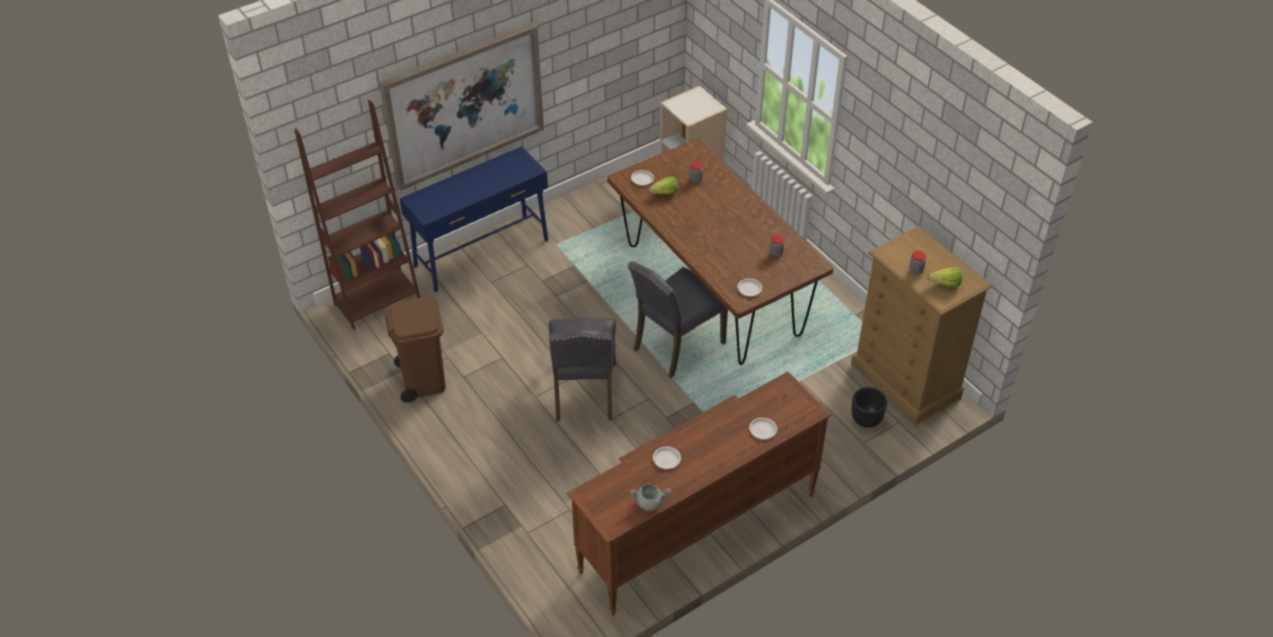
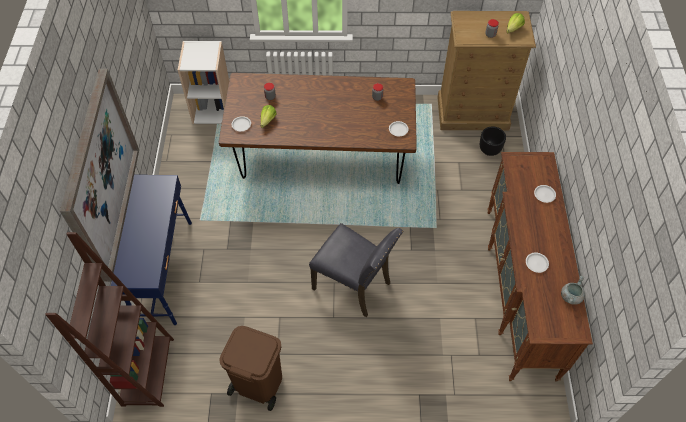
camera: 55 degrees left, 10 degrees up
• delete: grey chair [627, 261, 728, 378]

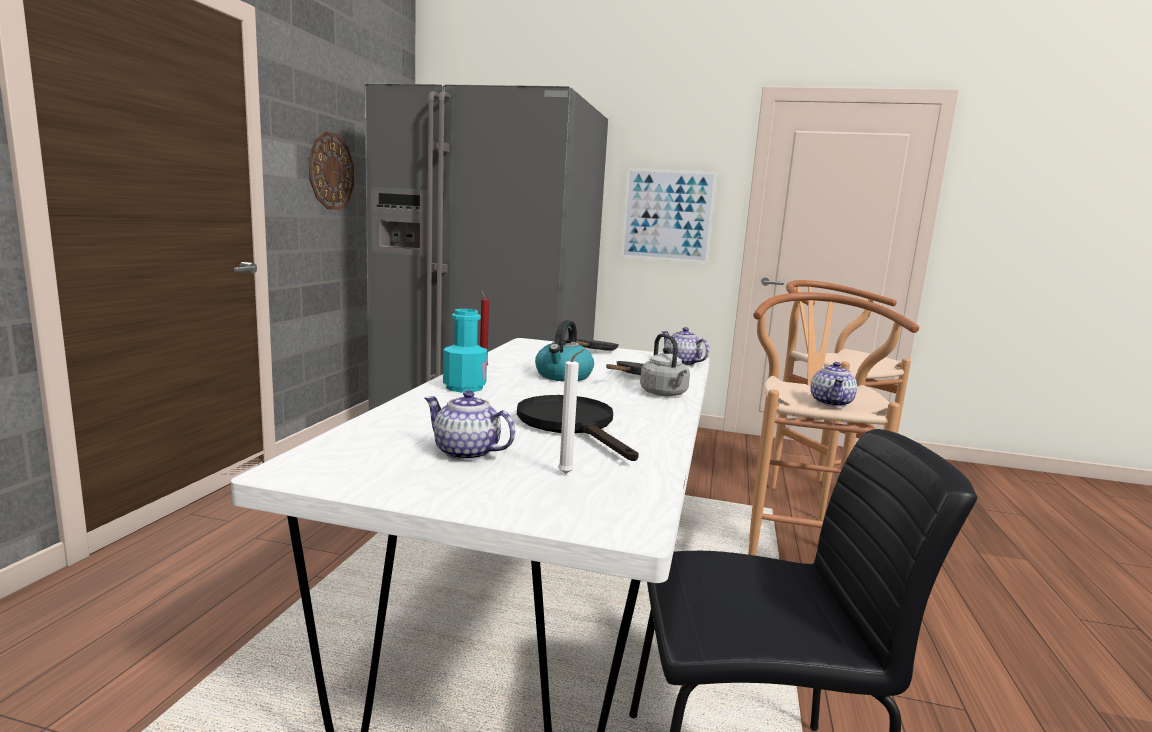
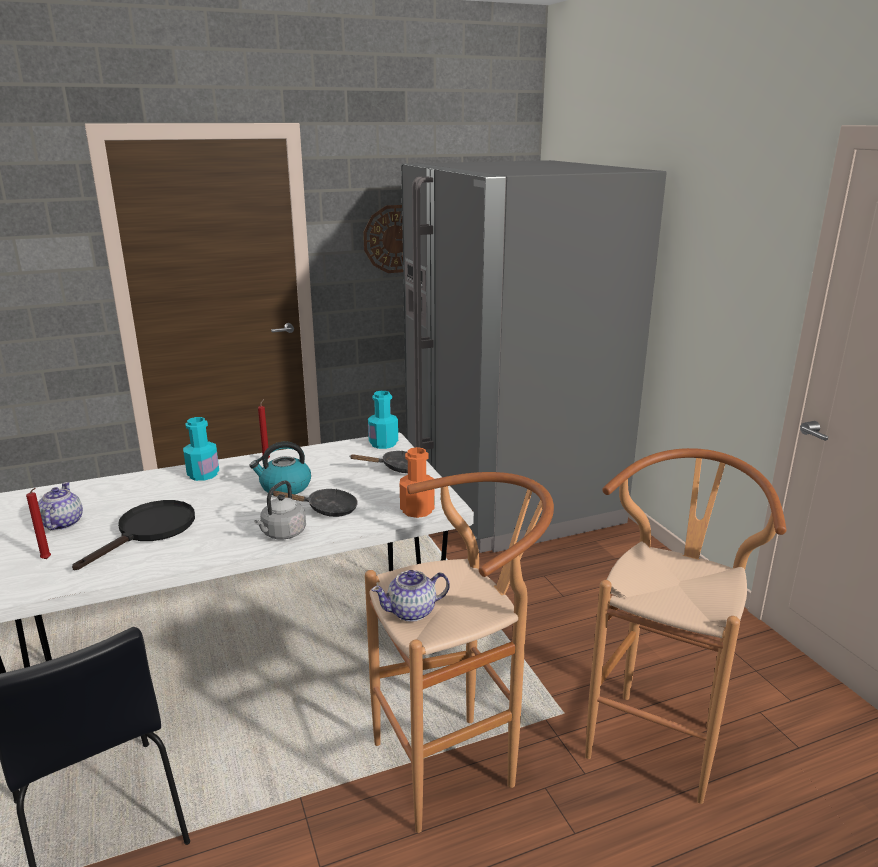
camera: 55 degrees right, 10 degrees up
• delete: wall picture [621, 168, 717, 264]
• insert: turquoise-coloured drink bottle [368, 391, 398, 449]
• replace: tea pot [661, 327, 709, 366] to orangey drink bottle [400, 447, 435, 518]
• recolor: whitish wax candle [558, 349, 585, 474] to reddish wax candle [26, 488, 51, 559]

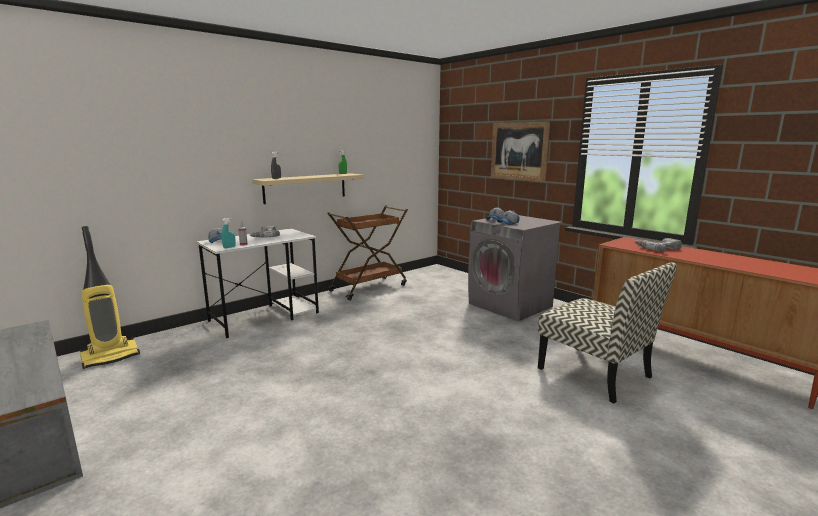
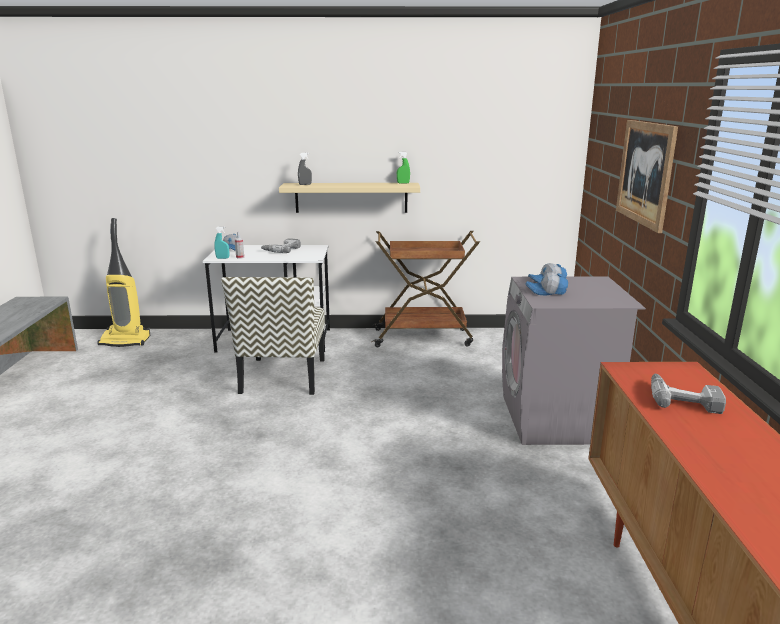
camera: 40 degrees right, 5 degrees up
• move: chair [538, 262, 676, 403] to [221, 277, 325, 395]

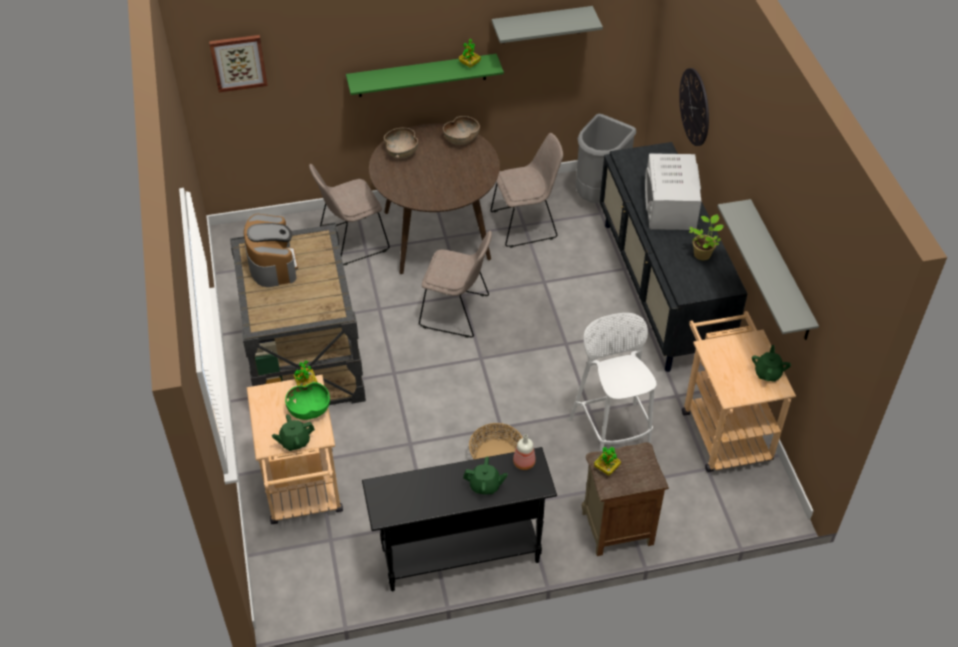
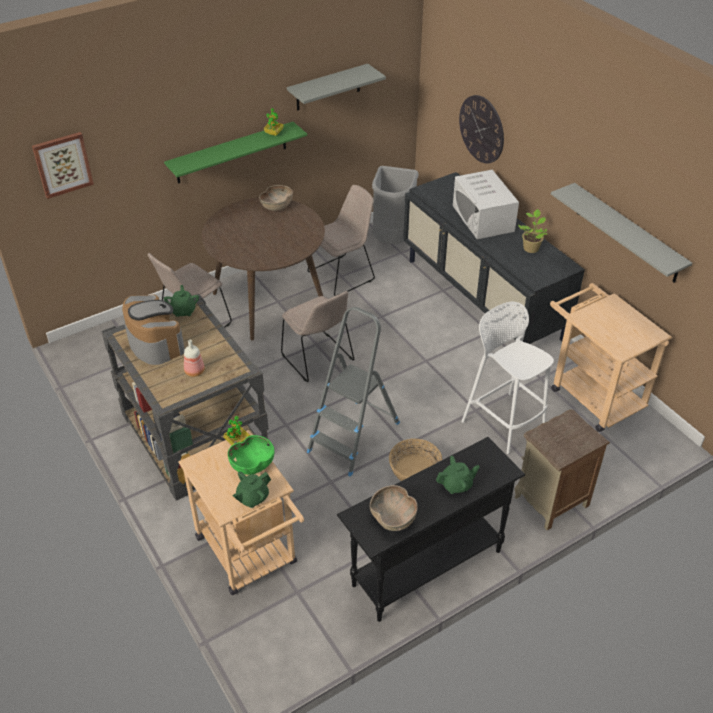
camera: 20 degrees left, 5 degrees down
• delete: plant in a pot [594, 447, 621, 476]
• insert: grey stepladder [307, 307, 400, 476]
• move: brownish serving bowl [384, 128, 418, 159] to [370, 485, 418, 531]
• move: drink bottle [513, 434, 536, 470] to [184, 339, 205, 377]
• move: greenish tea pot [752, 345, 791, 382] to [164, 285, 199, 317]
• rotate: sand-coloured chair [419, 231, 492, 338] = [281, 291, 354, 382] 60 degrees clockwise

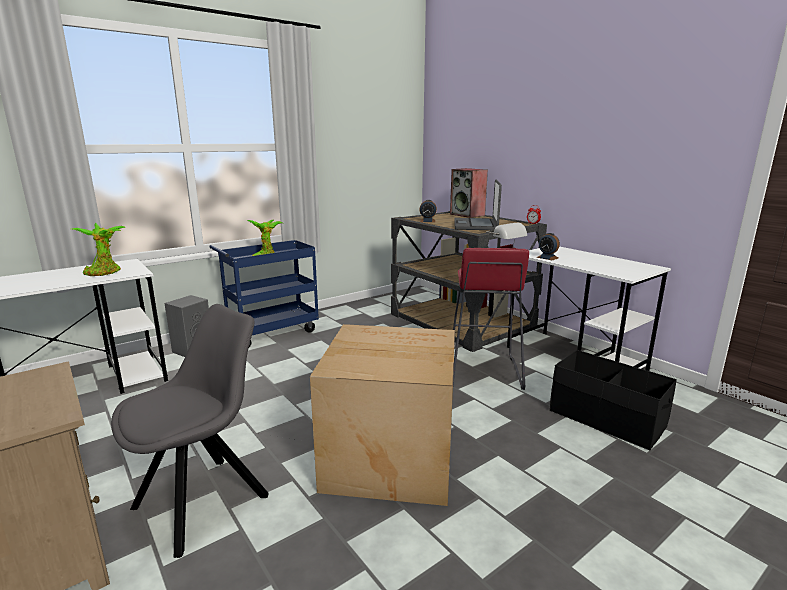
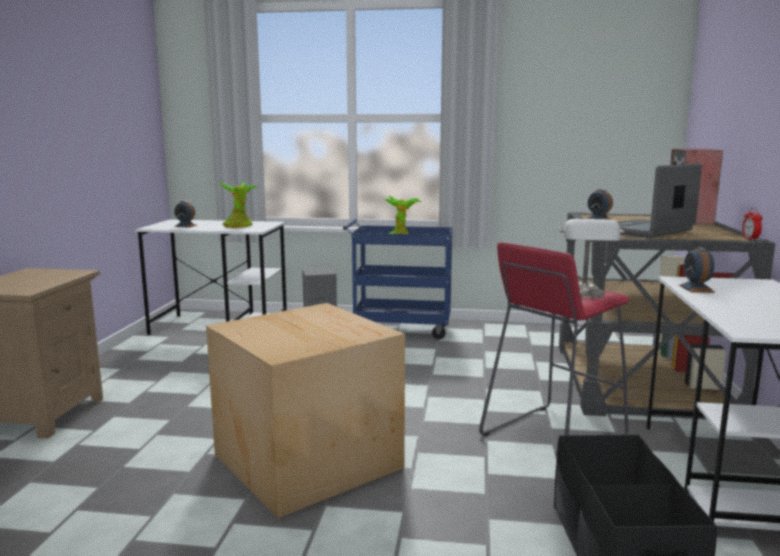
camera: 45 degrees right, 5 degrees down
• delete: grey chair [111, 304, 269, 558]
• insert: table clock [174, 201, 198, 228]

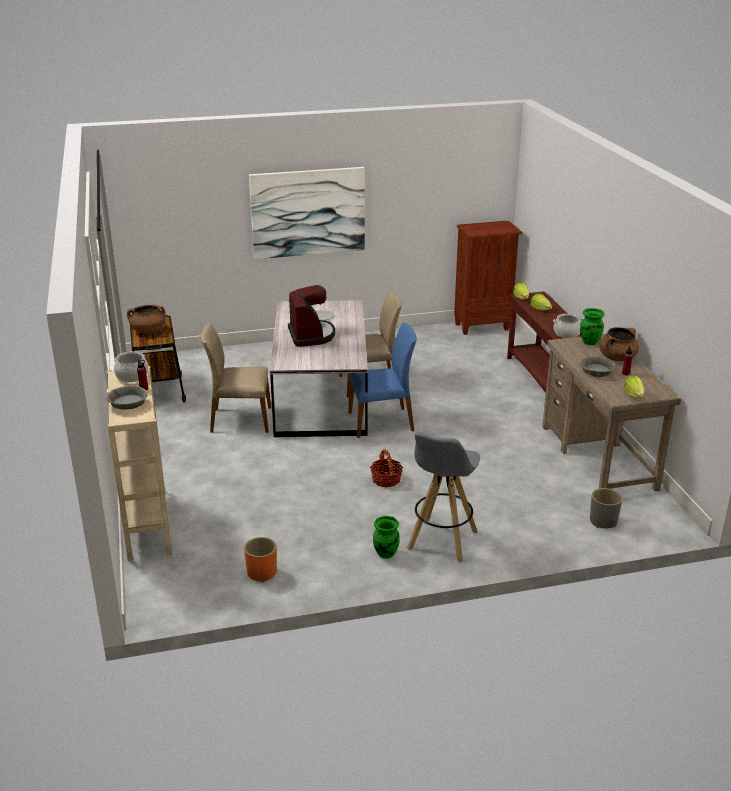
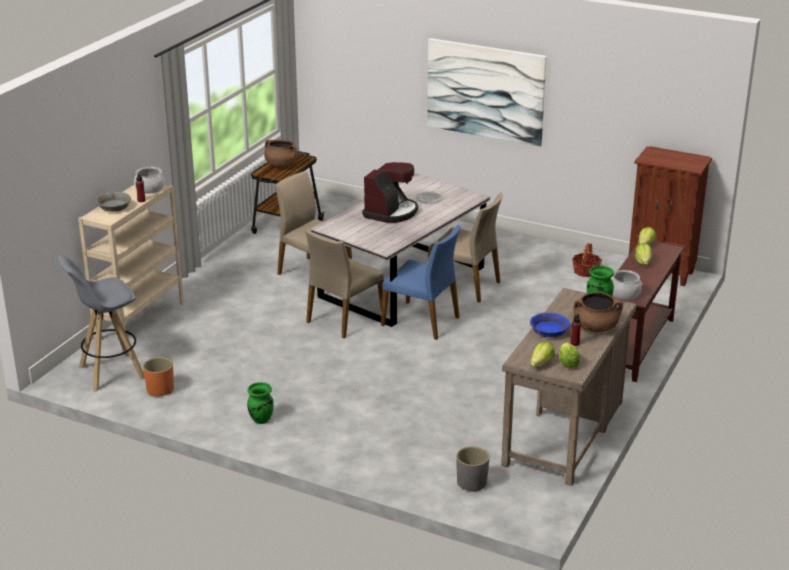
camera: 40 degrees right, 0 degrees up
• insert: sand-coloured chair [305, 228, 384, 339]
• insert: head of lettuce [559, 342, 580, 368]
• move: storage basket [370, 449, 403, 487] to [572, 243, 602, 277]
• move: grey stool seat [407, 432, 480, 563] to [58, 255, 145, 392]
• recolor: grey serving bowl [580, 356, 616, 377] to bluish serving bowl [530, 312, 570, 337]

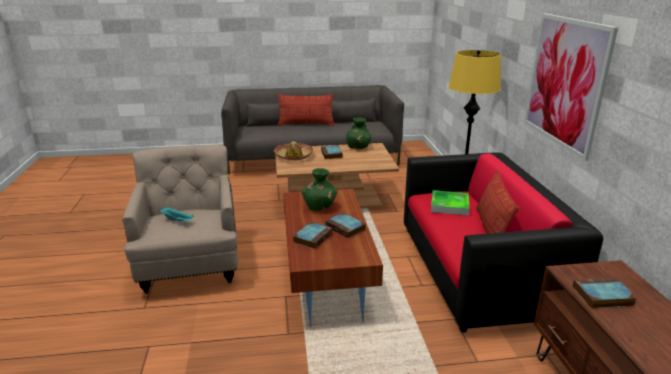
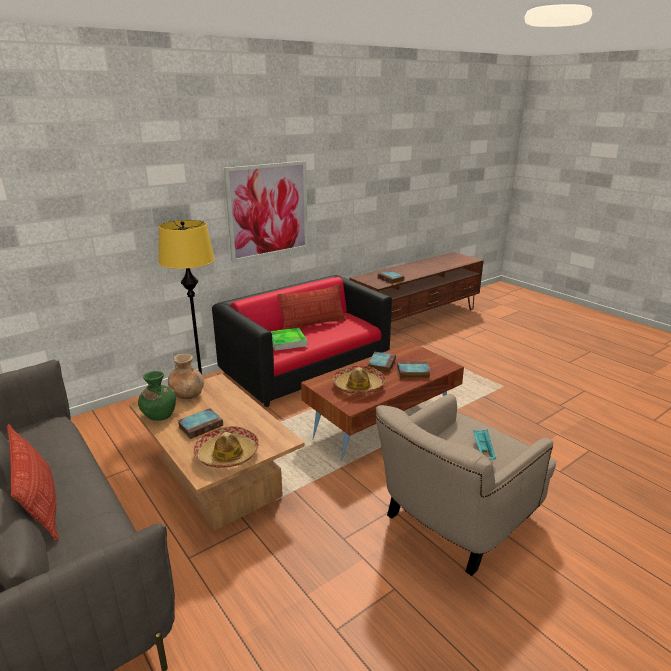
camera: 120 degrees left, 0 degrees up
• insert: brownish vase [168, 354, 204, 399]
• replace: greenish vase [302, 168, 337, 211] to clothing hat [333, 366, 385, 394]

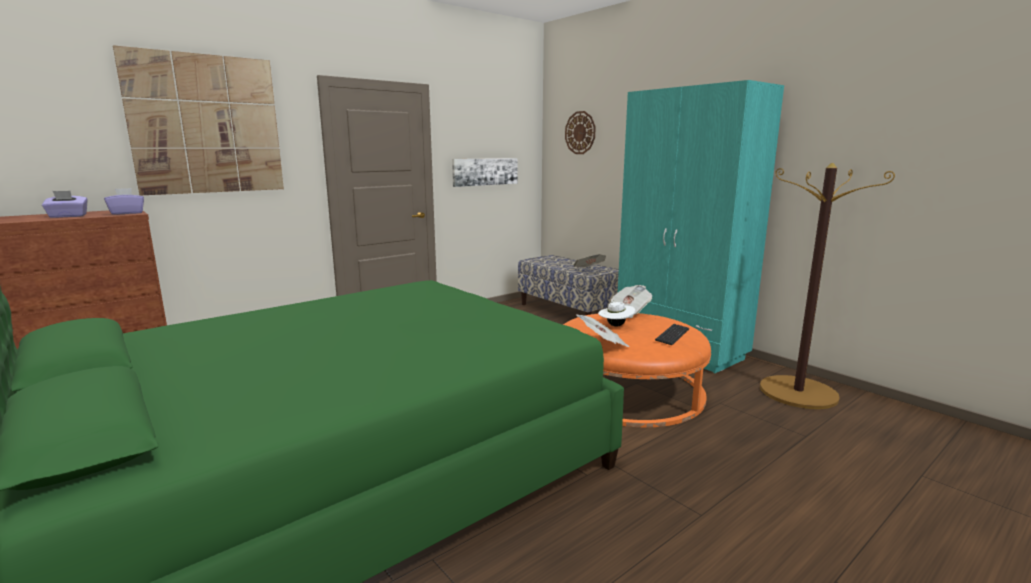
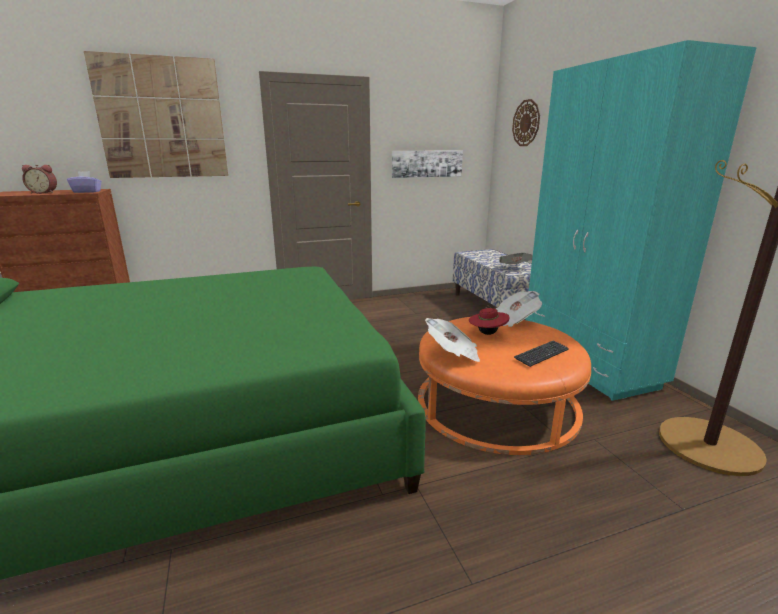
camera: 20 degrees right, 5 degrees up
• replace: purple tissue box [42, 191, 88, 218] to table clock [22, 165, 57, 194]
• recolor: whitish clothing hat [598, 300, 635, 327] to reddish clothing hat [469, 305, 509, 335]

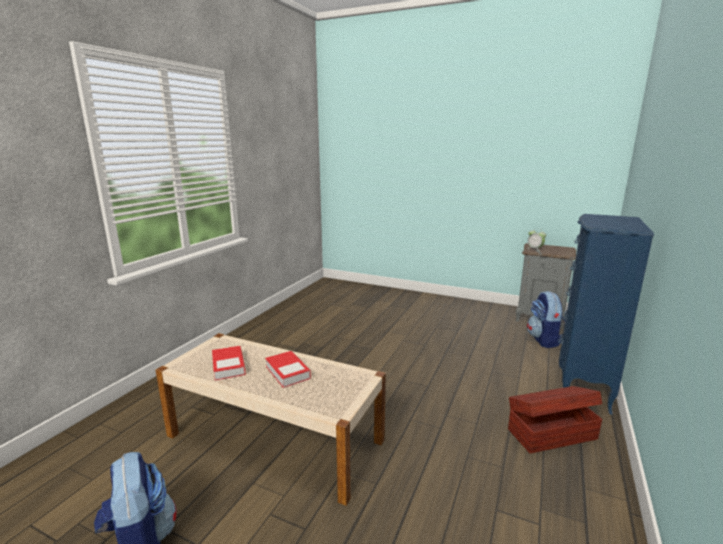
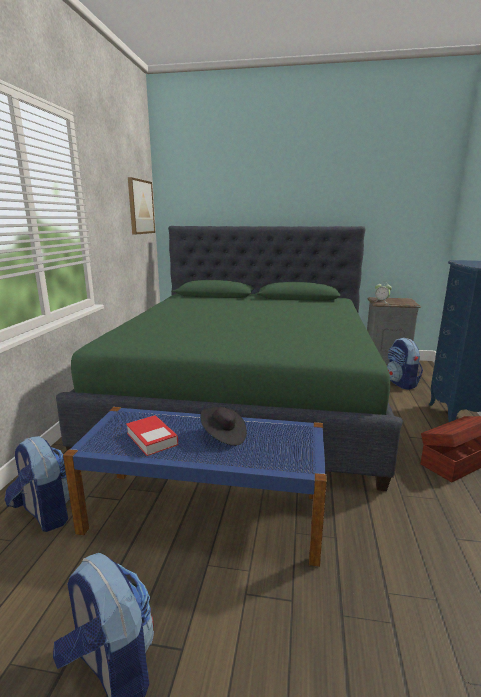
camera: 15 degrees left, 0 degrees up
• insert: backpack [5, 436, 70, 532]
• insert: greenish bedroom bed [56, 226, 403, 491]
• insert: wall picture [128, 177, 155, 235]
• replace: volume [265, 351, 311, 388] to black clothing hat [200, 407, 247, 446]
• recolor: sand-coloured indoor bench [156, 333, 386, 506] to bluish indoor bench [63, 407, 327, 567]

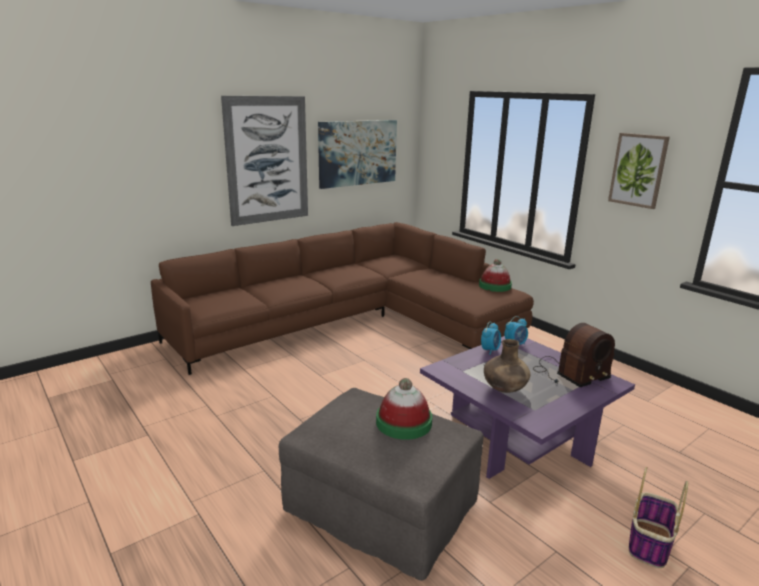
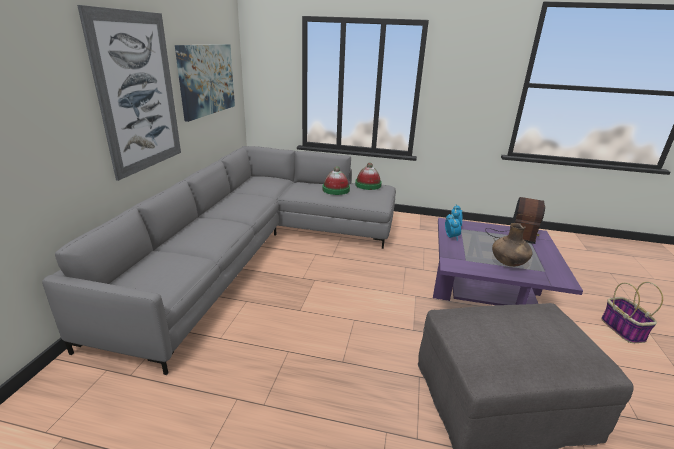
camera: 40 degrees left, 5 degrees up
• delete: wall picture [608, 133, 670, 209]
• move: clothing hat [376, 378, 432, 440] to [322, 166, 350, 195]
• recolor: brownish sofa [151, 222, 534, 375] to grey sofa [42, 146, 396, 375]

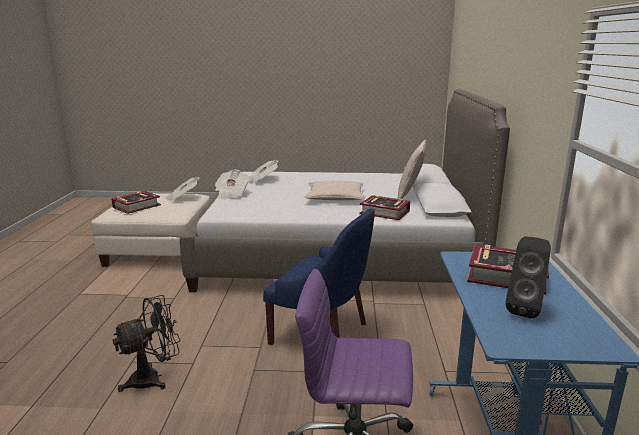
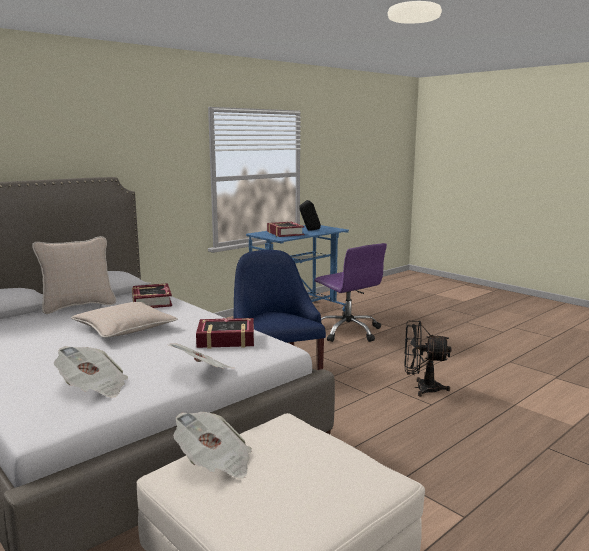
camera: 135 degrees left, 5 degrees down
• move: volume [112, 191, 161, 214] to [196, 318, 254, 348]

